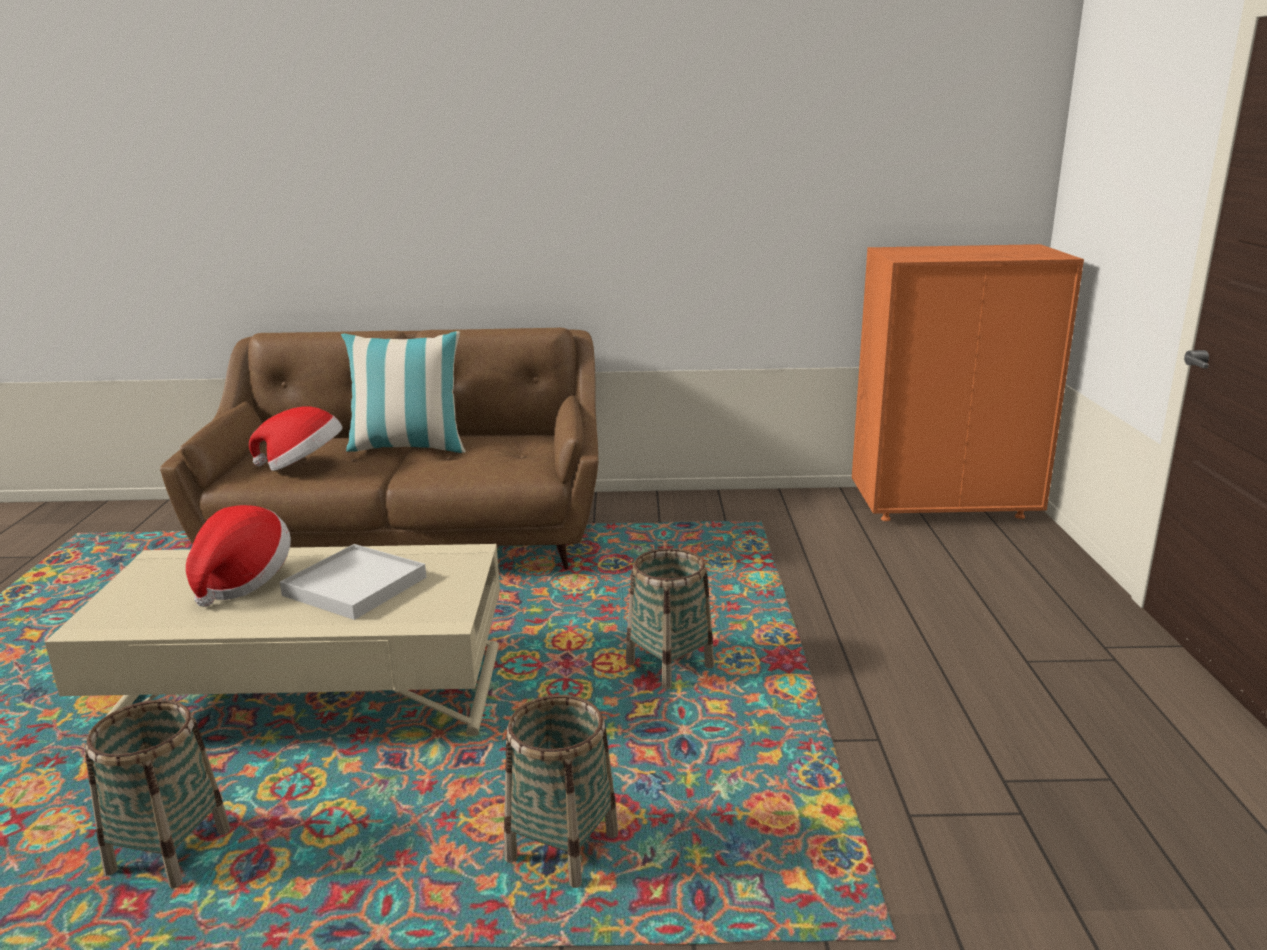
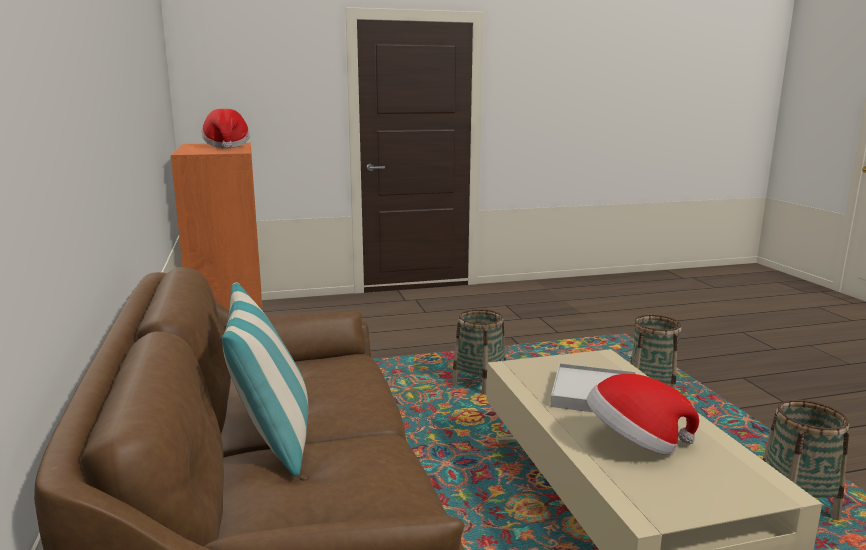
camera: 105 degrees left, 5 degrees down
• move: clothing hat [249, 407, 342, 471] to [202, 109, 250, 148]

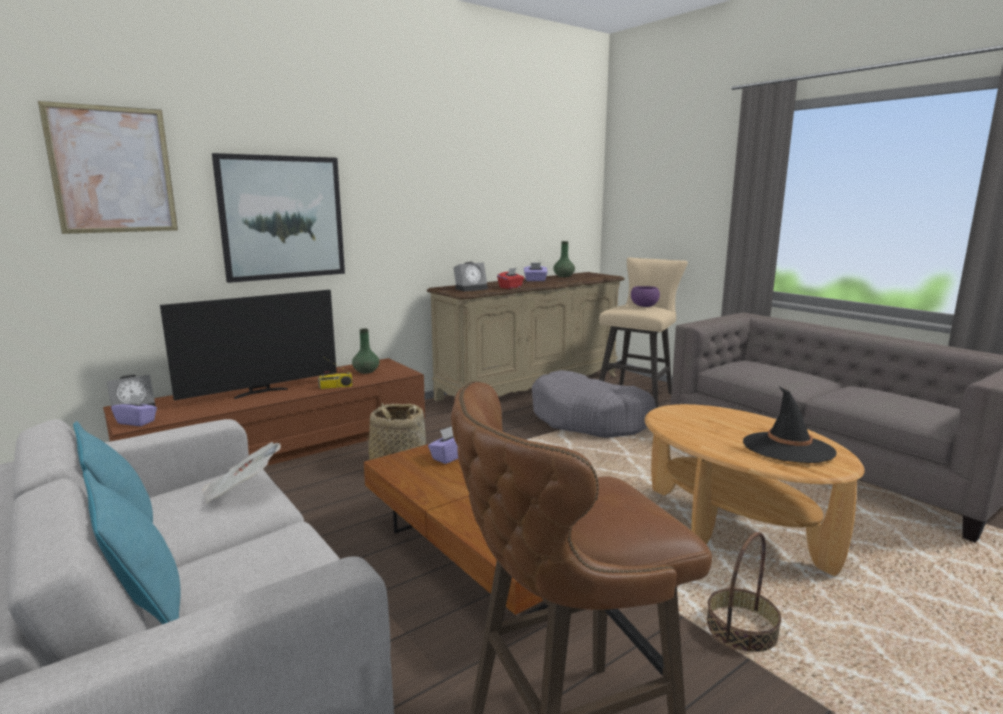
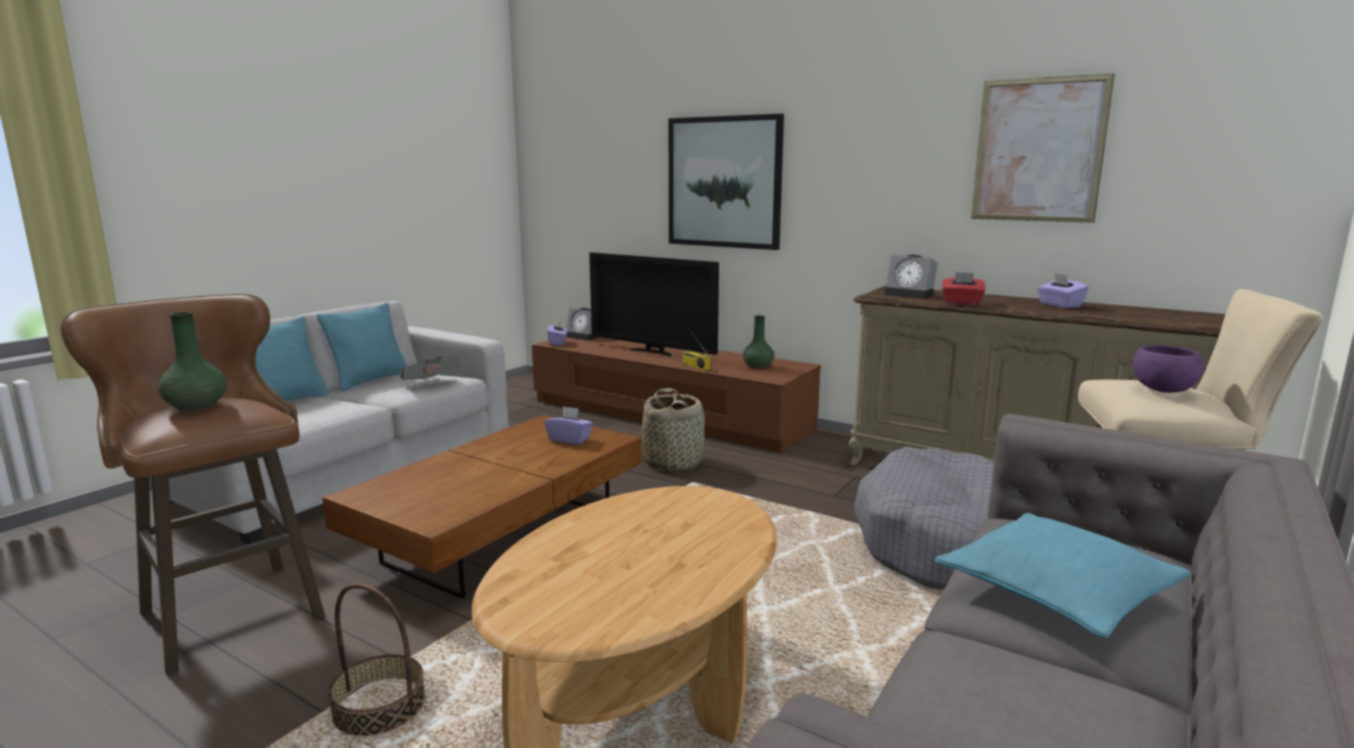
camera: 70 degrees right, 0 degrees up
• delete: black clothing hat [743, 387, 836, 463]
• insert: turquoise-coloured pillow [934, 513, 1191, 638]
• move: wall picture [38, 101, 178, 234] to [971, 74, 1115, 223]
• move: greenish vase [553, 241, 575, 277] to [158, 312, 227, 411]

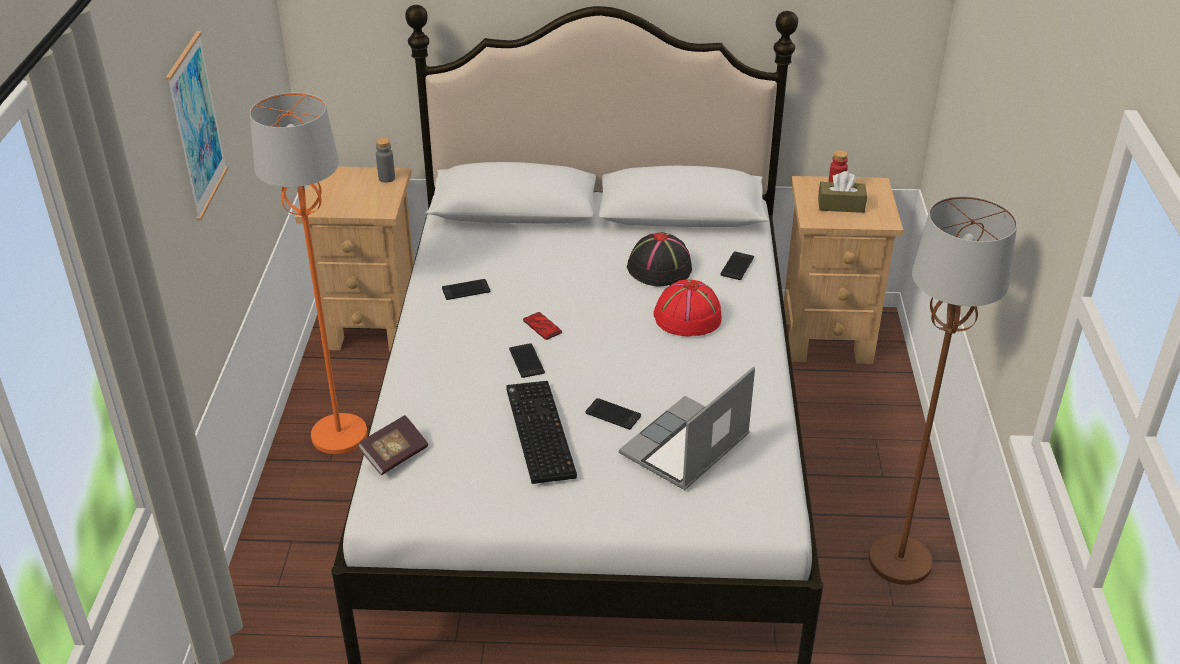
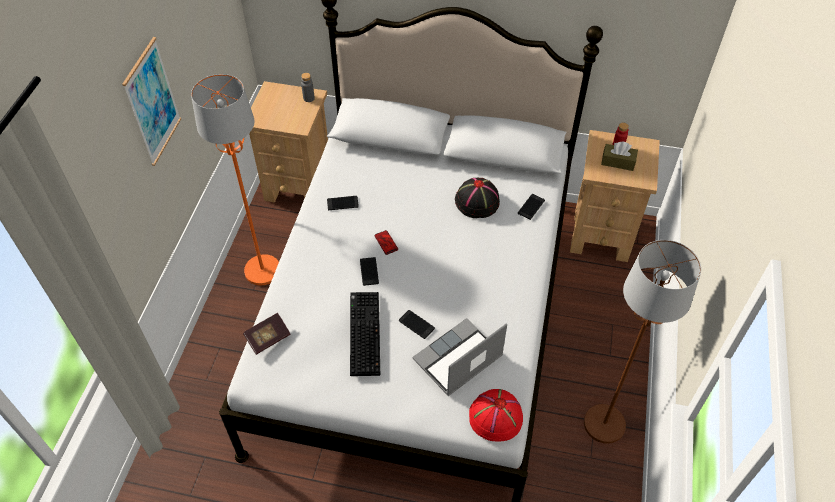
camera: 10 degrees right, 15 degrees up
• move: reddish clothing hat [653, 279, 722, 336] to [469, 389, 523, 442]

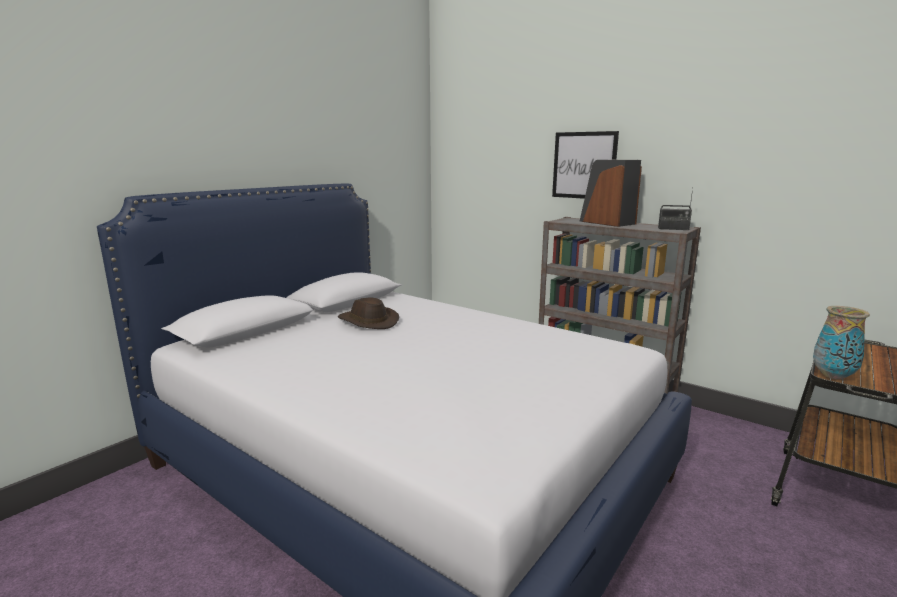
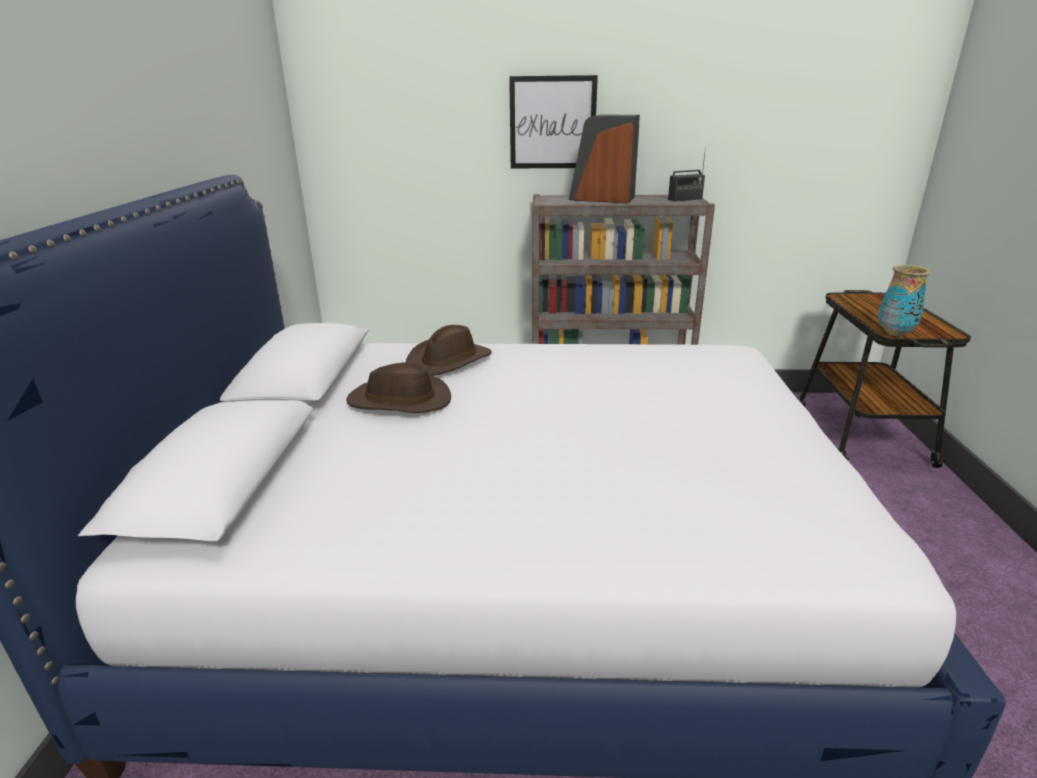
camera: 35 degrees left, 10 degrees up
• insert: brownish clothing hat [406, 325, 492, 376]

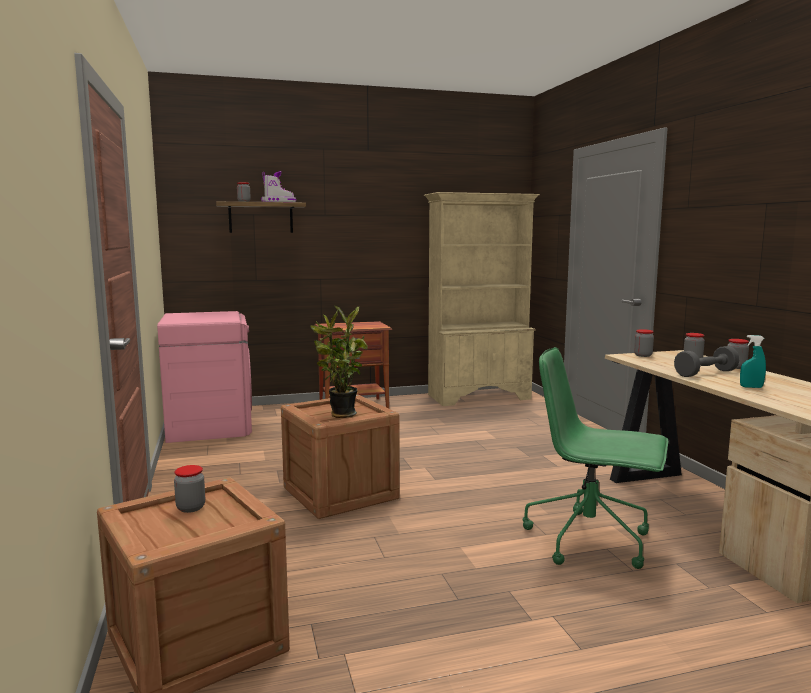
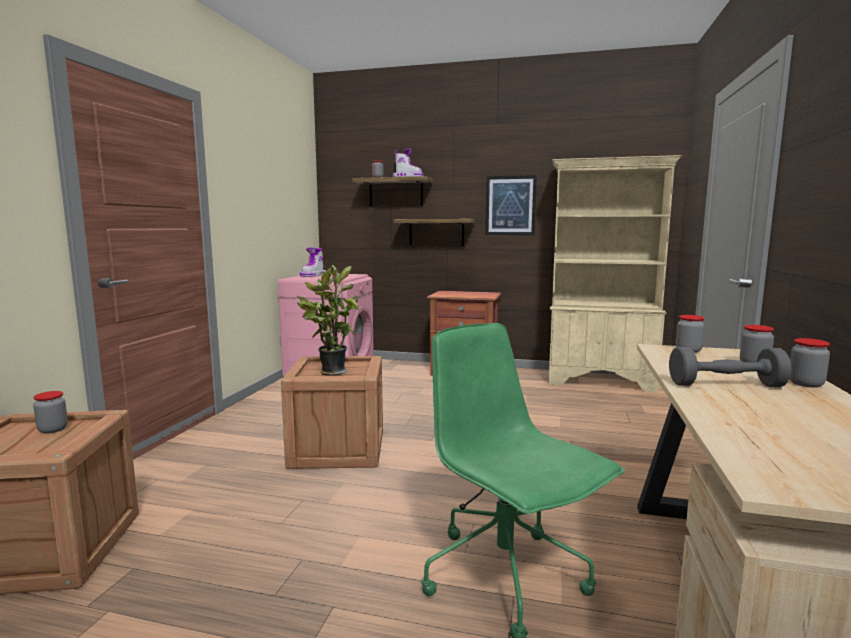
camera: 30 degrees right, 0 degrees up
• delete: turquoise-coloured sprayer [740, 335, 766, 388]
• insert: boot [299, 248, 326, 277]
• insert: wall shelf [394, 219, 474, 246]
• insert: wall picture [485, 175, 537, 235]

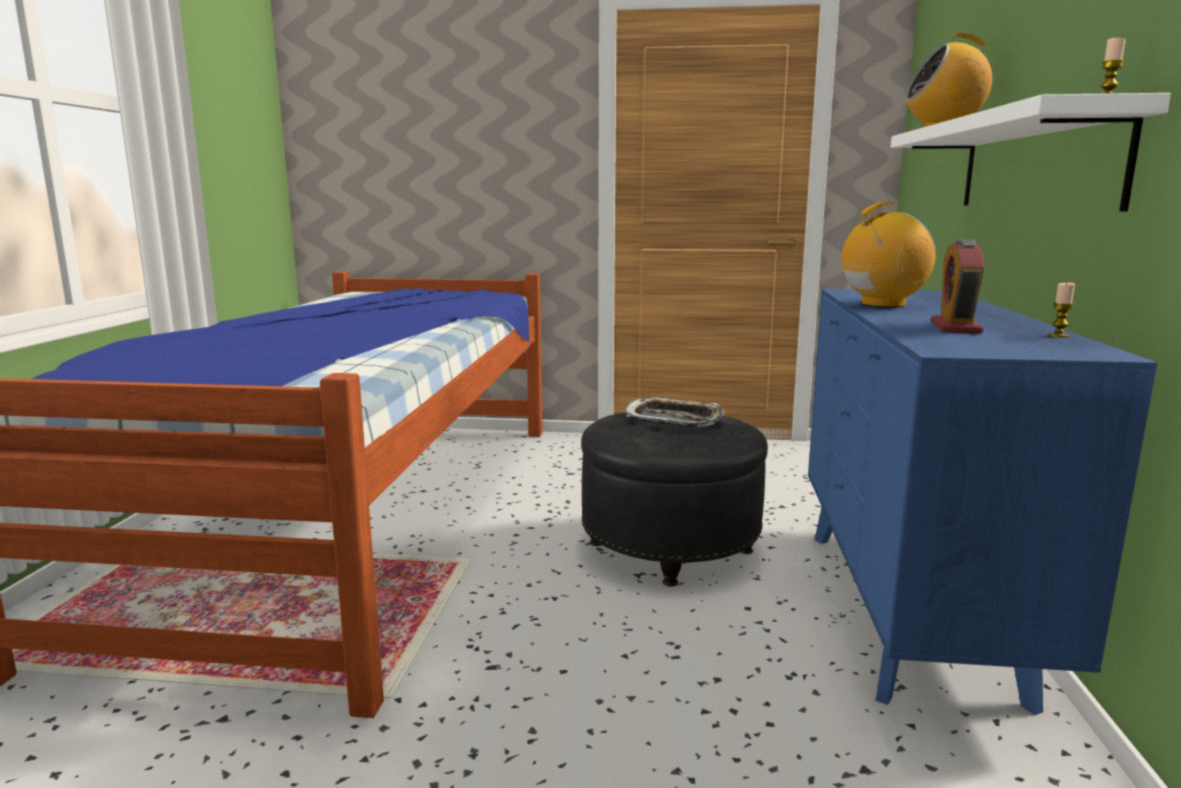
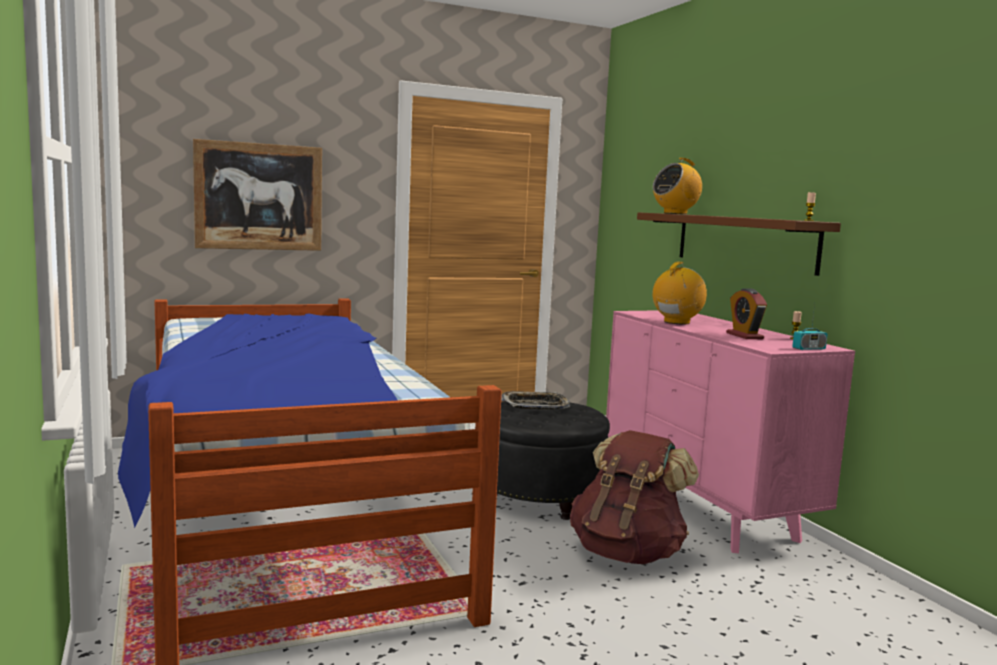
camera: 30 degrees left, 5 degrees down
• insert: wall picture [193, 139, 322, 251]
• insert: brownish backpack [570, 430, 699, 564]
• insert: radio set [792, 305, 827, 350]
• recolor: bluish chest of drawers [808, 289, 1158, 715] to pinkish chest of drawers [606, 310, 855, 553]
• recolor: whitish wall shelf [891, 93, 1171, 212] to brownish wall shelf [637, 212, 841, 276]

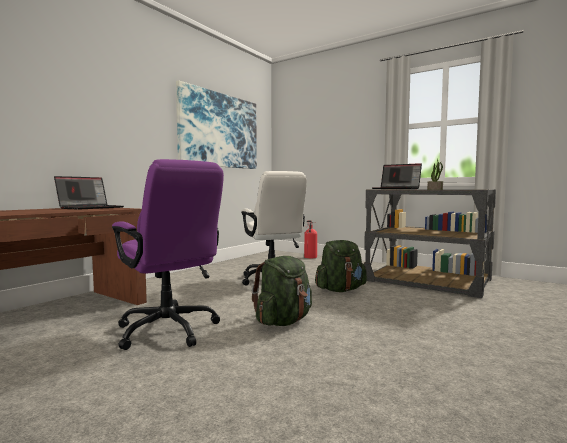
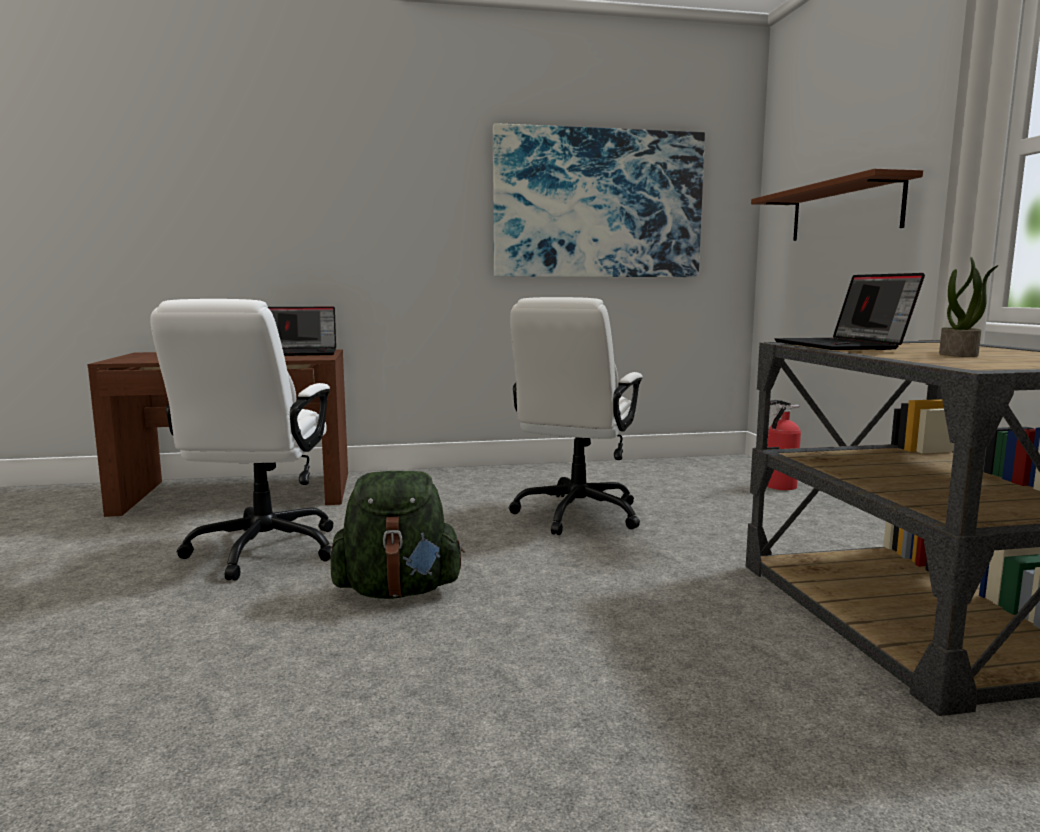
camera: 45 degrees right, 5 degrees up
• delete: greenish backpack [315, 240, 367, 292]
• insert: brownish wall shelf [751, 168, 923, 241]
• recolor: purple computer chair [112, 159, 224, 350] to whitish computer chair [150, 299, 334, 580]

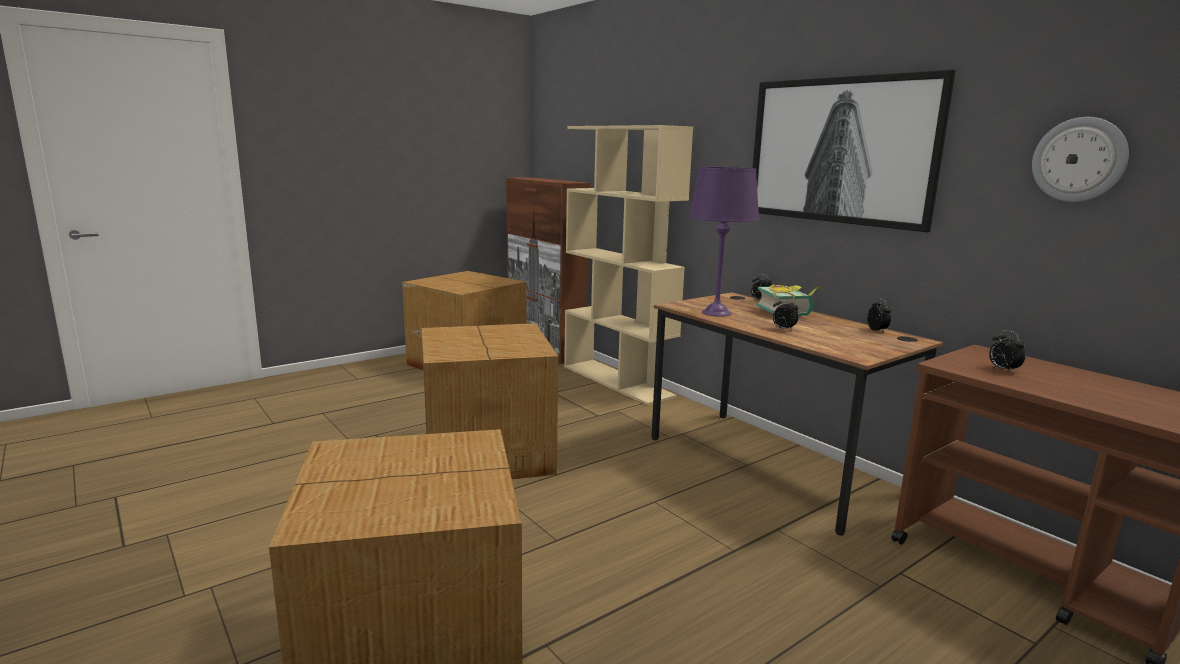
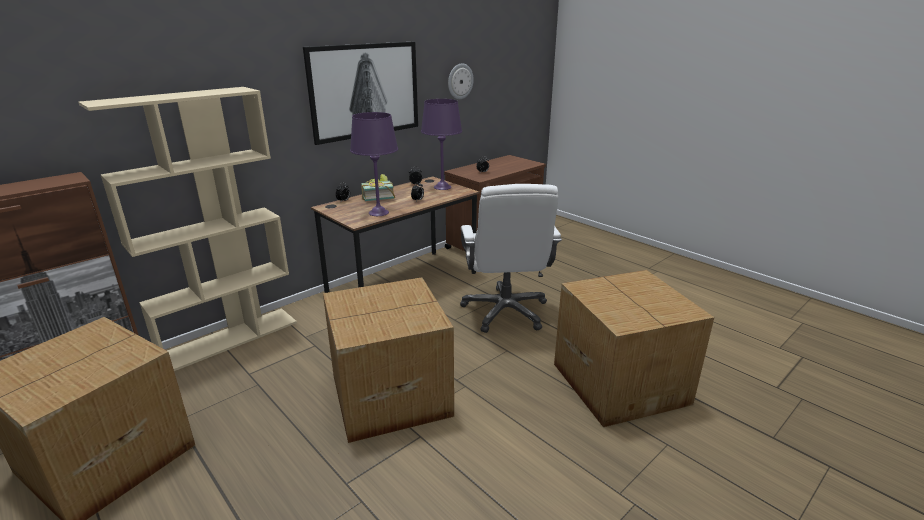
camera: 95 degrees left, 10 degrees up
• insert: purple tabletop lamp [421, 99, 462, 190]
• insert: whitish computer chair [460, 184, 562, 333]

